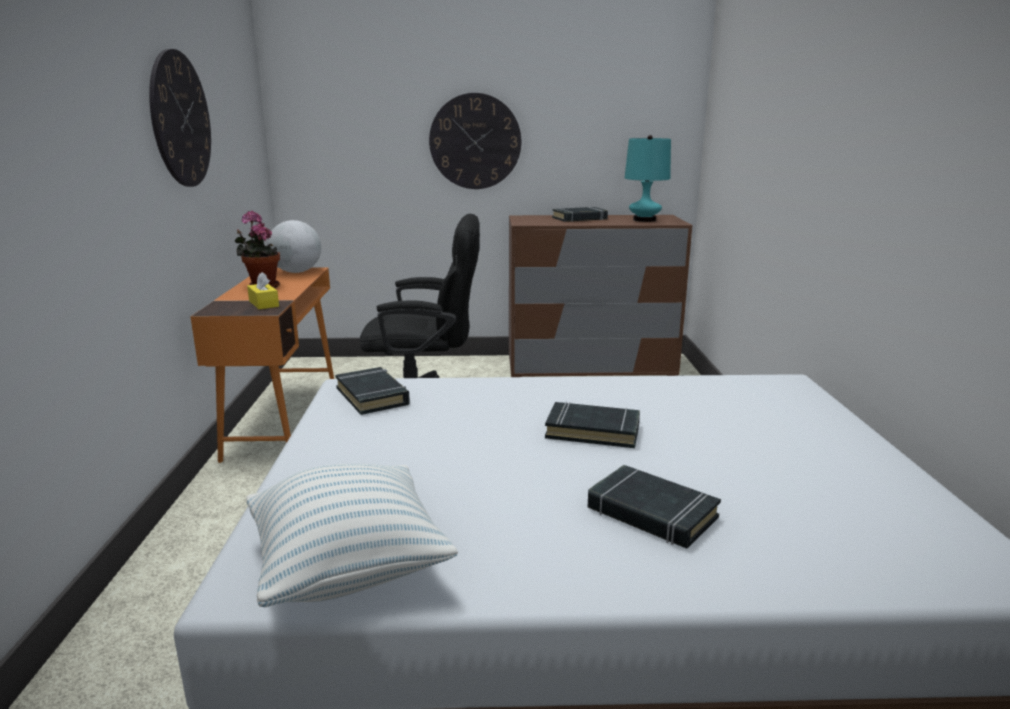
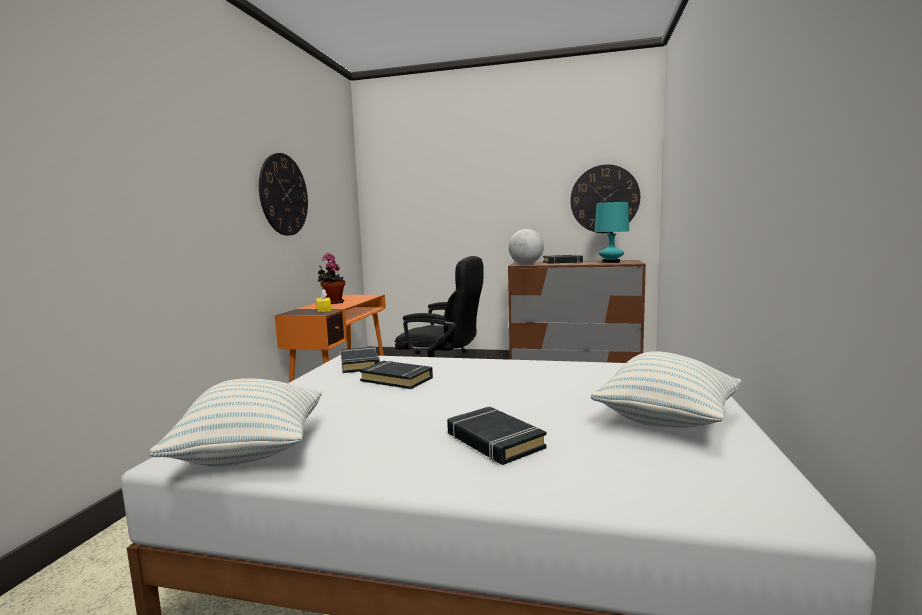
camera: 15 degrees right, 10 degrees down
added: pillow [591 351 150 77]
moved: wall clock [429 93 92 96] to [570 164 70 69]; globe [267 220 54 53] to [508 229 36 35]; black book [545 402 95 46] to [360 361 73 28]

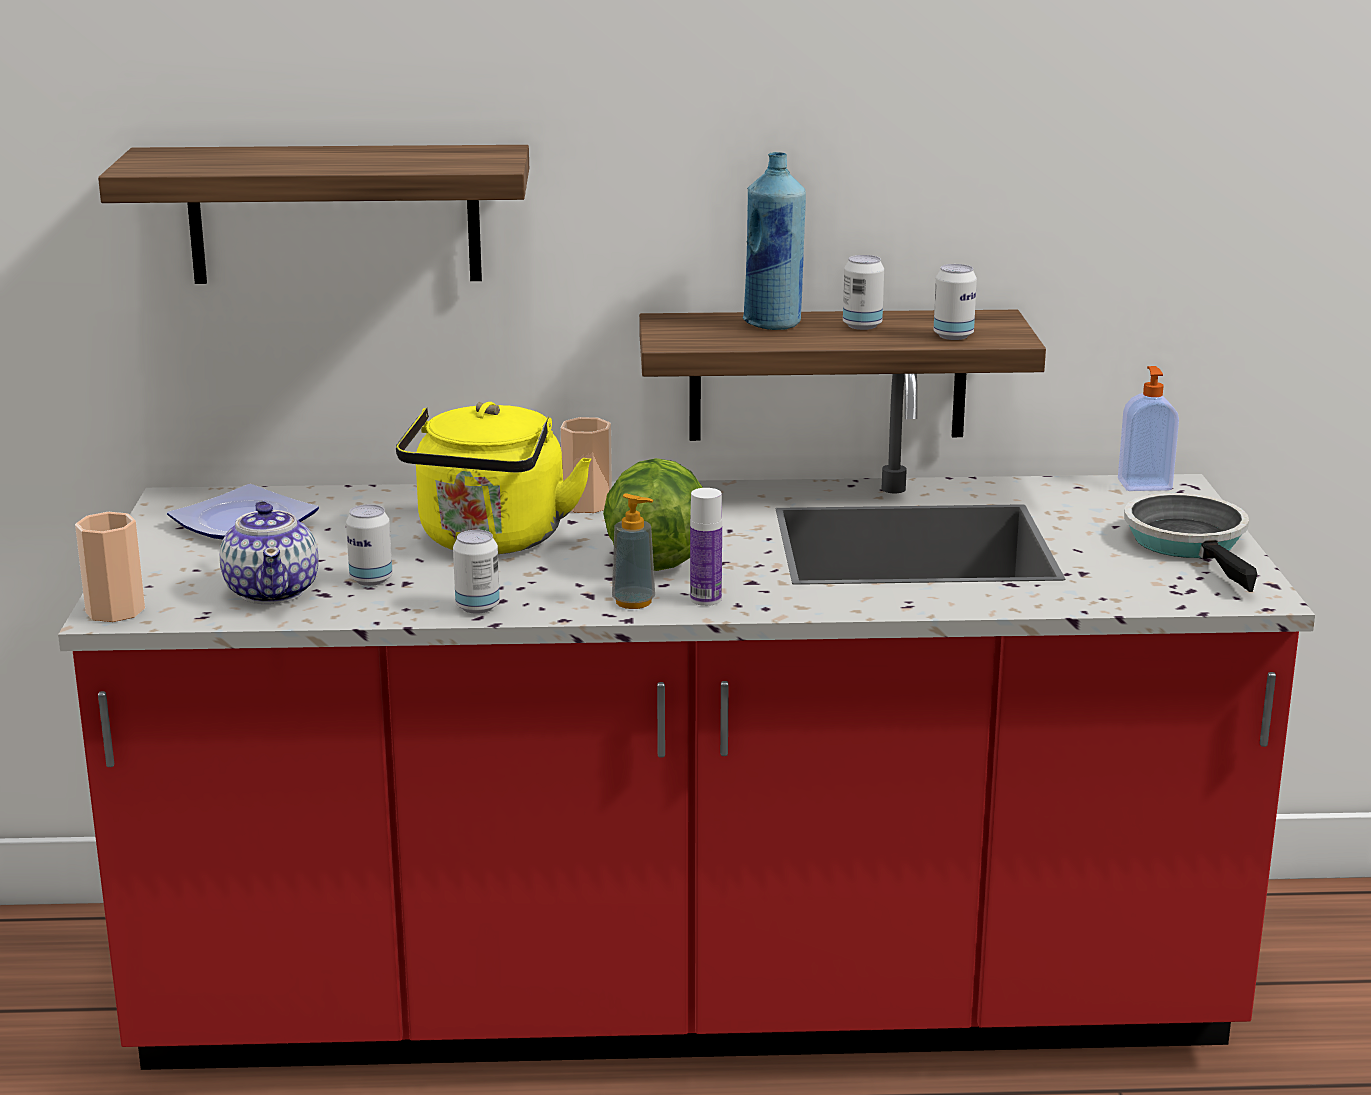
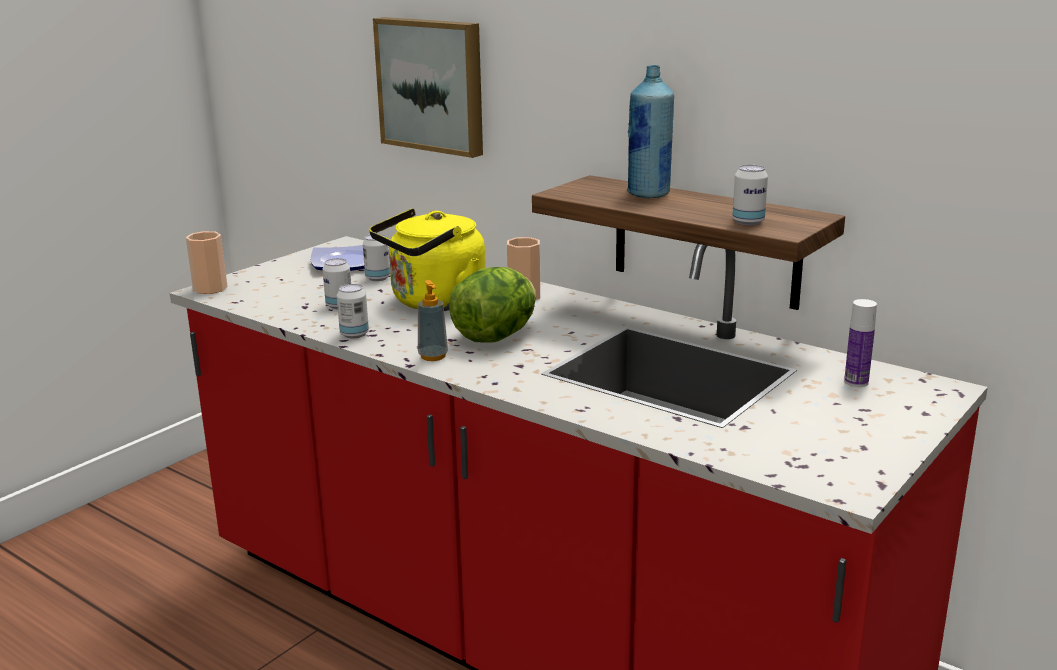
camera: 40 degrees right, 0 degrees up
removed: soap dispenser [1118 366 61 125]; frying pan [1124 493 133 99]; teapot [219 501 100 103]
moved: can [843 255 41 75] to [363 234 27 47]; bottle [690 488 32 118] to [844 299 33 88]
replaced: shelf [98 145 431 139] to picture [373 17 110 141]

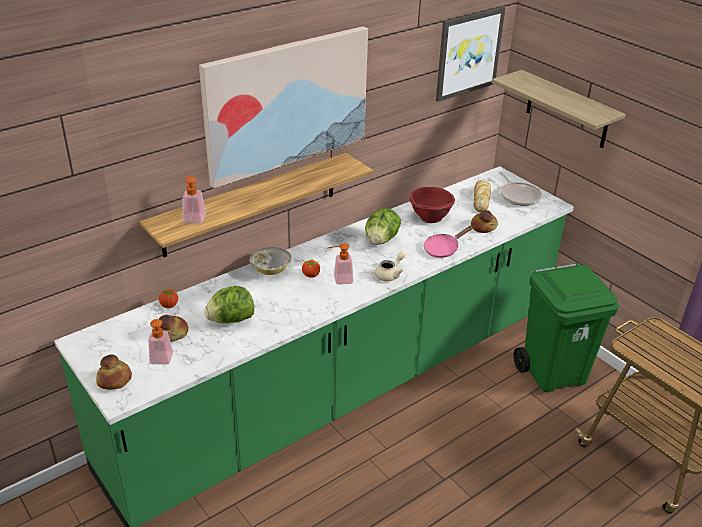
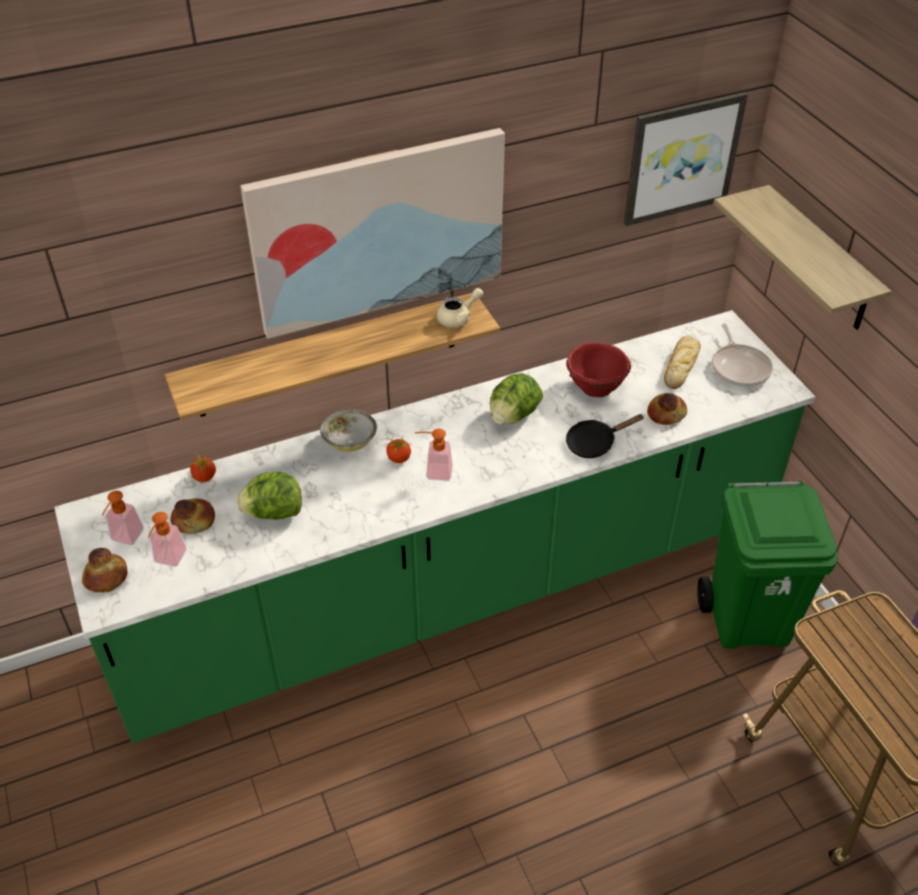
camera: 15 degrees right, 10 degrees up
moved: soap dispenser [182 177 24 46] to [102 491 42 54]; beige teapot [375 252 30 30] to [437 288 46 40]
recoloured: pink frying pan [424 226 49 32] to black frying pan [566 414 77 44]

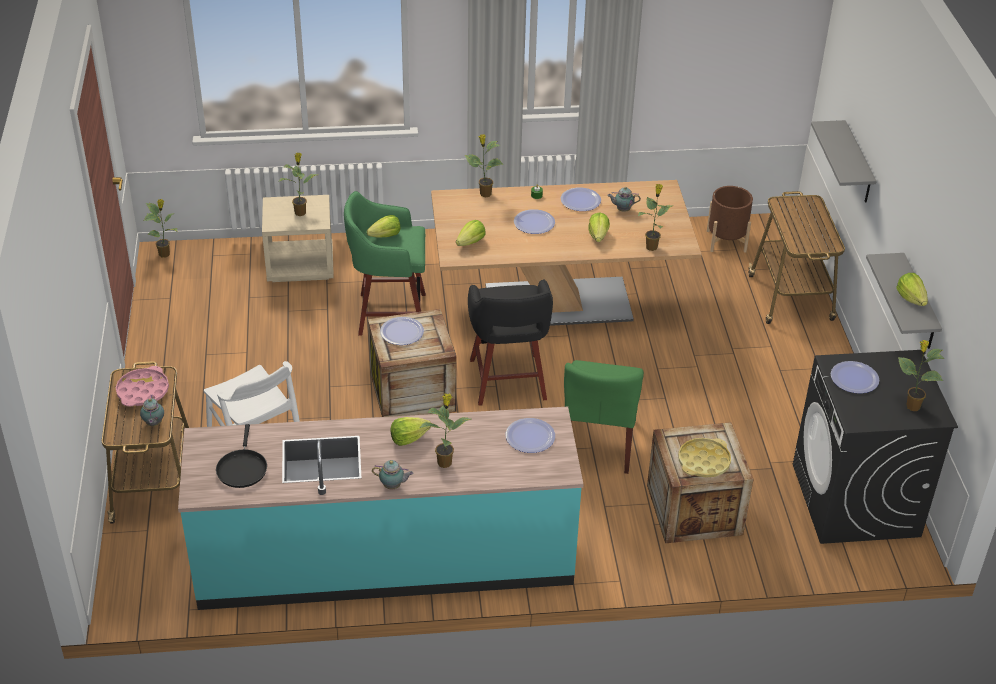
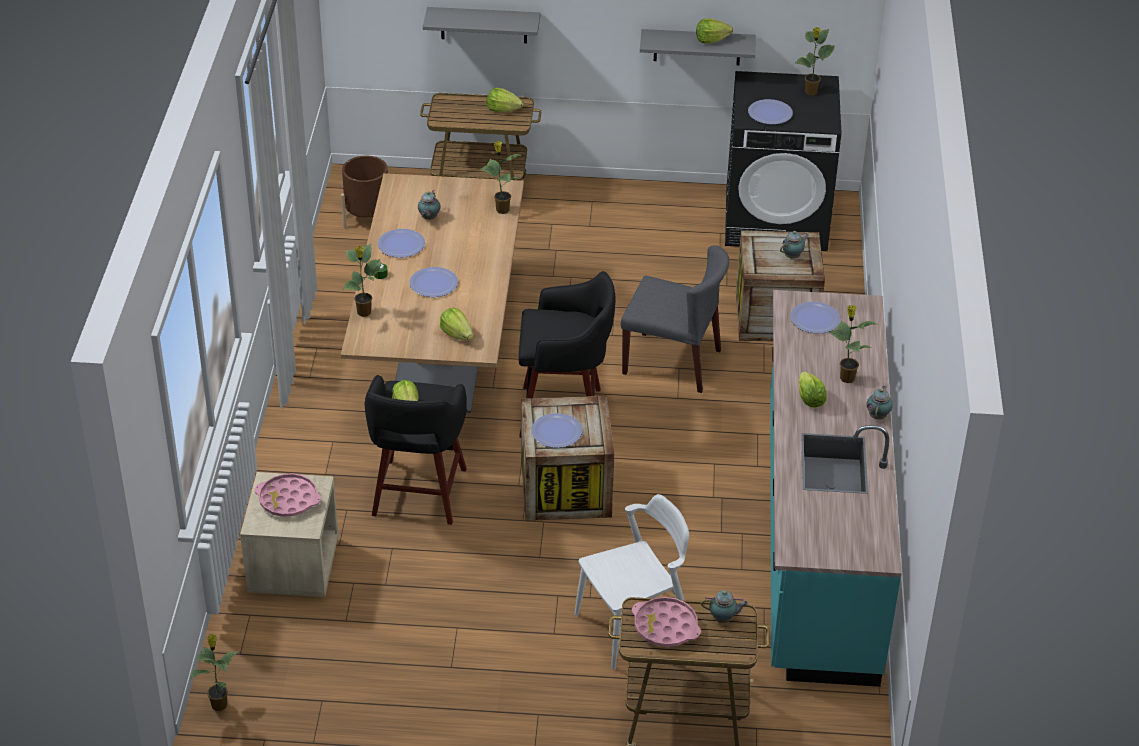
camera: 80 degrees left, 0 degrees up
removed: black frying pan [216 424 51 64]
moved: lettuce [588 212 22 30] to [487 88 37 24]
replaced: potted plant [279 153 40 63] to pink tray [255 473 66 44]; yellow tray [678 438 53 40] to teapot [780 231 28 27]
recoloured: green stool [344 191 82 145] to black stool [365 375 102 150]; green chair [564 360 80 114] to grey chair [621 245 108 148]

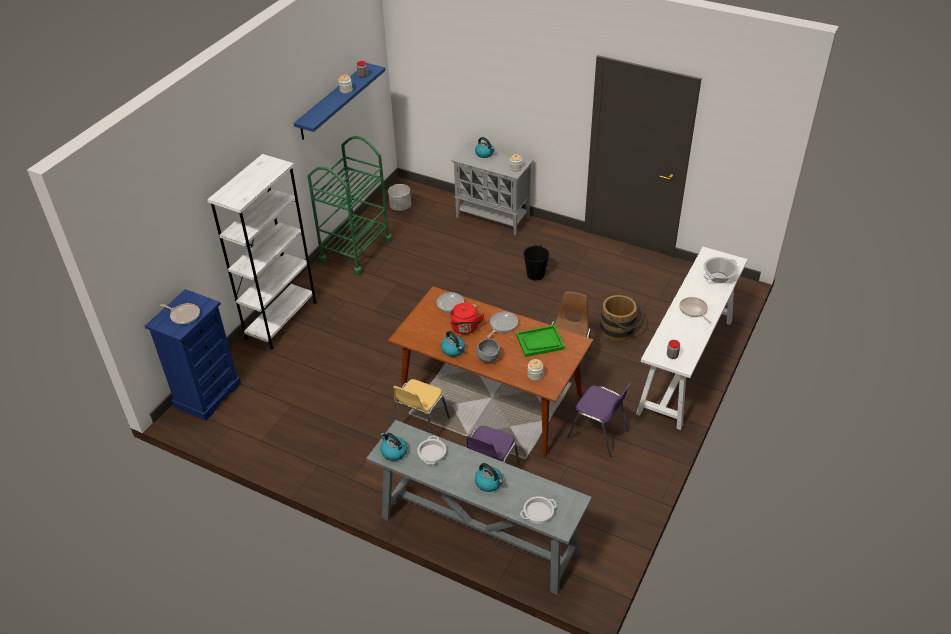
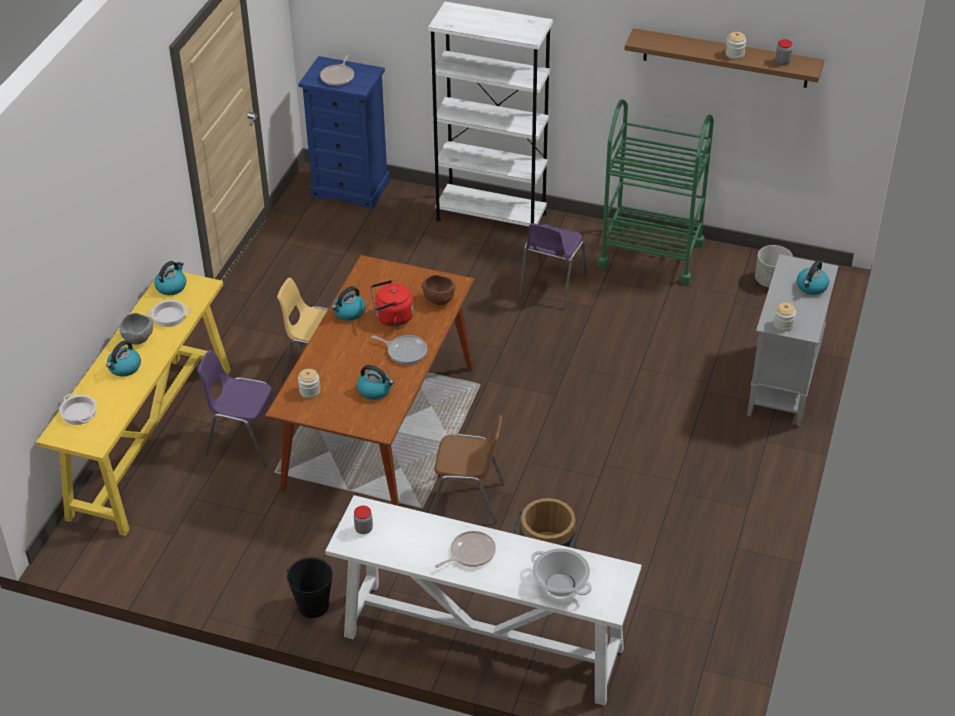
camera: 80 degrees right, 0 degrees up
moved: black bucket [523 245 26 35] to [287 557 46 61]; grey bowl [476 339 25 24] to [119 313 35 32]; purple chair [567 382 64 75] to [519 223 68 86]
replaced: frying pan [437 292 40 20] to brown bowl [421 275 34 30]; green tray [516 325 49 32] to kettle [357 365 37 35]
recoloured: blue shelf [294 63 91 77] to brown shelf [625 28 199 60]; grey console table [366 420 226 175] to yellow console table [36 272 195 264]

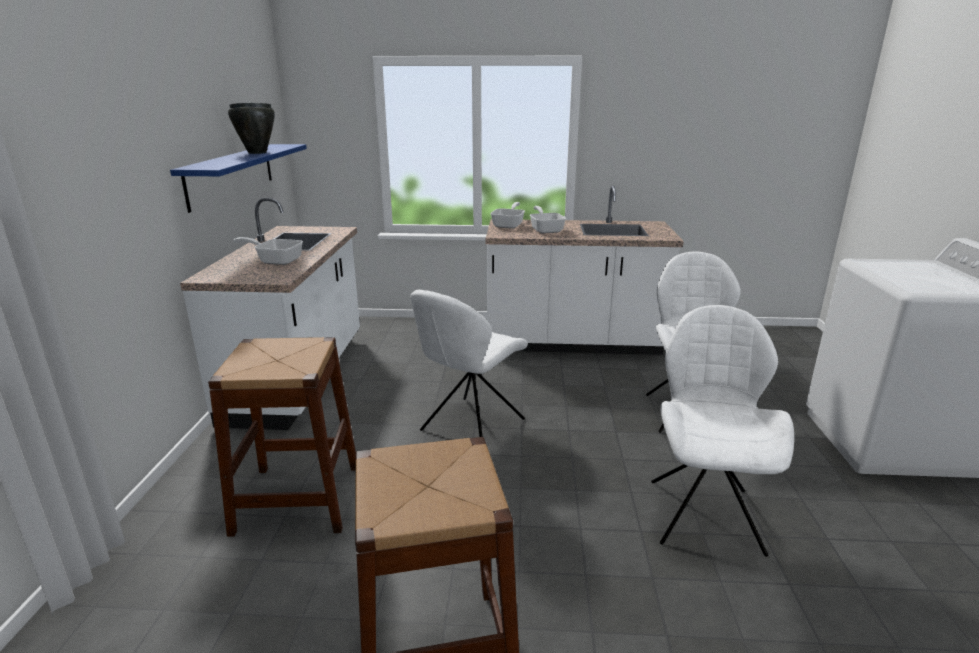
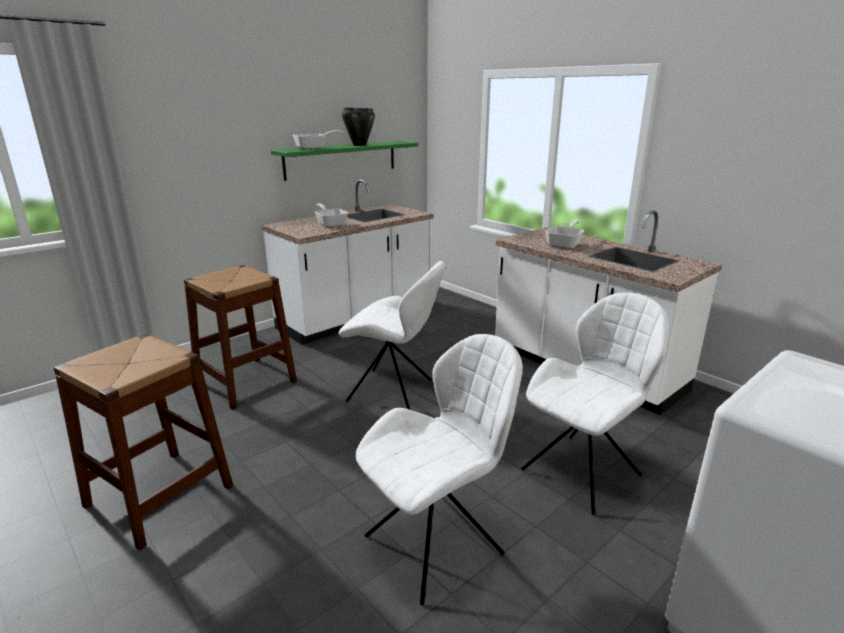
camera: 45 degrees right, 0 degrees up
moved: frying pan [490 202 35 27] to [293 130 51 20]
recoloured: blue shelf [170 144 137 69] to green shelf [271 141 148 40]
turned: white chair [410 290 118 147] = [338 261 108 149] 150 degrees counterclockwise

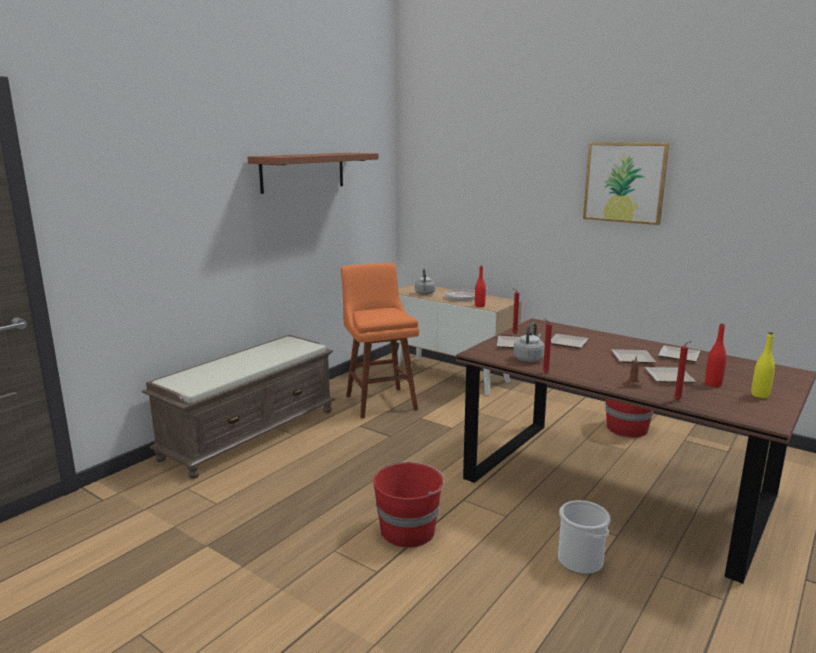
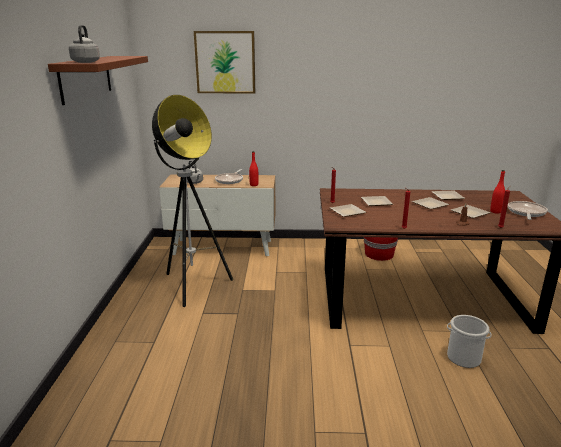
camera: 35 degrees left, 5 degrees up
removed: brown bench [142 335 193 144]; red bucket [373 461 74 87]
moved: picture [583 142 87 83] to [194 31 61 62]; grey kettle [513 322 32 40] to [69 25 31 38]
replaced: orange stool [341 263 78 156] to floor lamp [152 95 81 212]; yellow bottle [751 332 24 66] to frying pan [508 201 40 19]

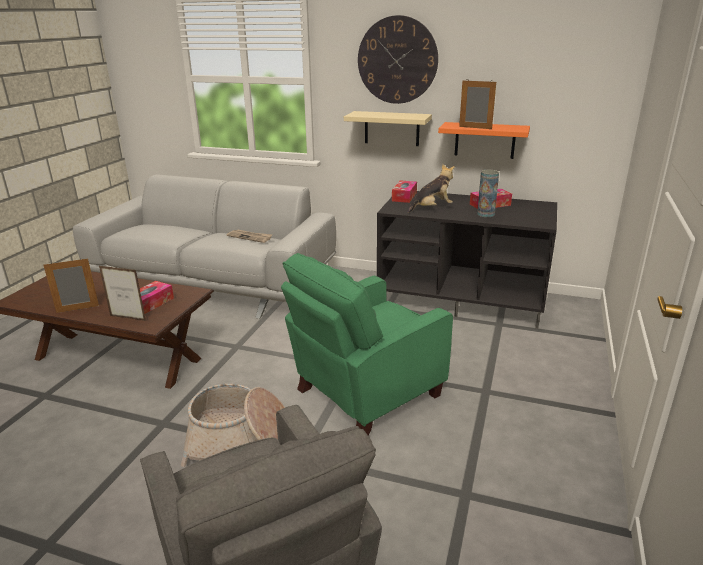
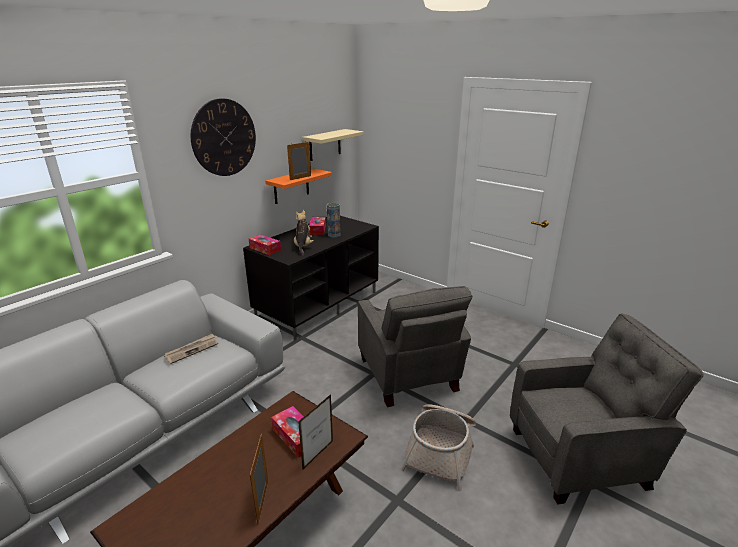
camera: 70 degrees left, 0 degrees up
moved: beige shelf [344 111 88 35] to [302 129 62 32]
recoloured: green armchair [281 253 172 183] to grey armchair [358 286 115 121]

